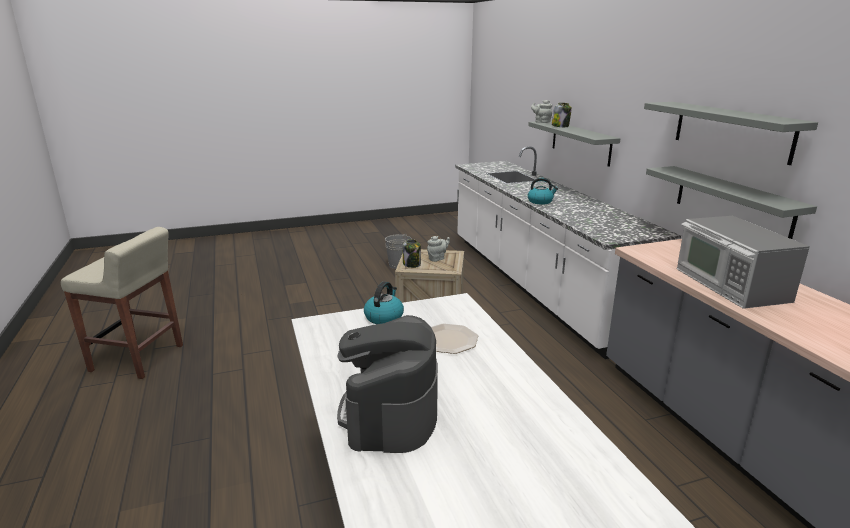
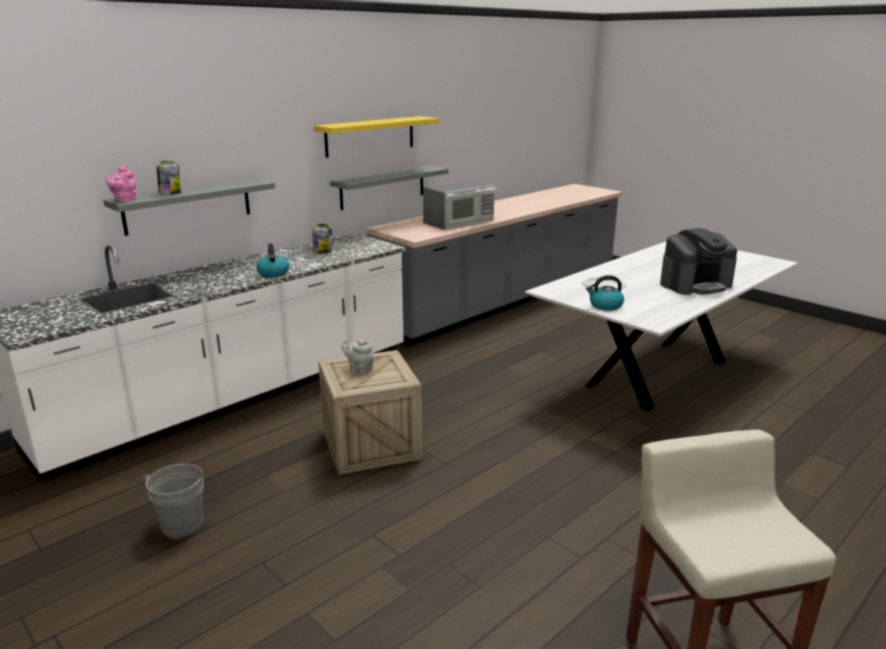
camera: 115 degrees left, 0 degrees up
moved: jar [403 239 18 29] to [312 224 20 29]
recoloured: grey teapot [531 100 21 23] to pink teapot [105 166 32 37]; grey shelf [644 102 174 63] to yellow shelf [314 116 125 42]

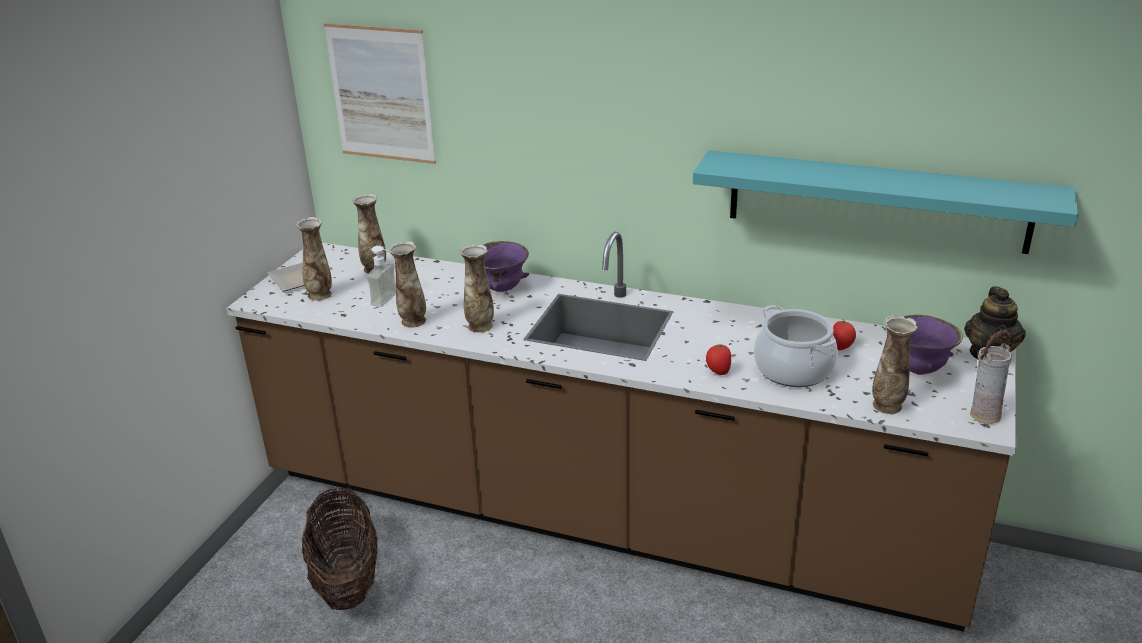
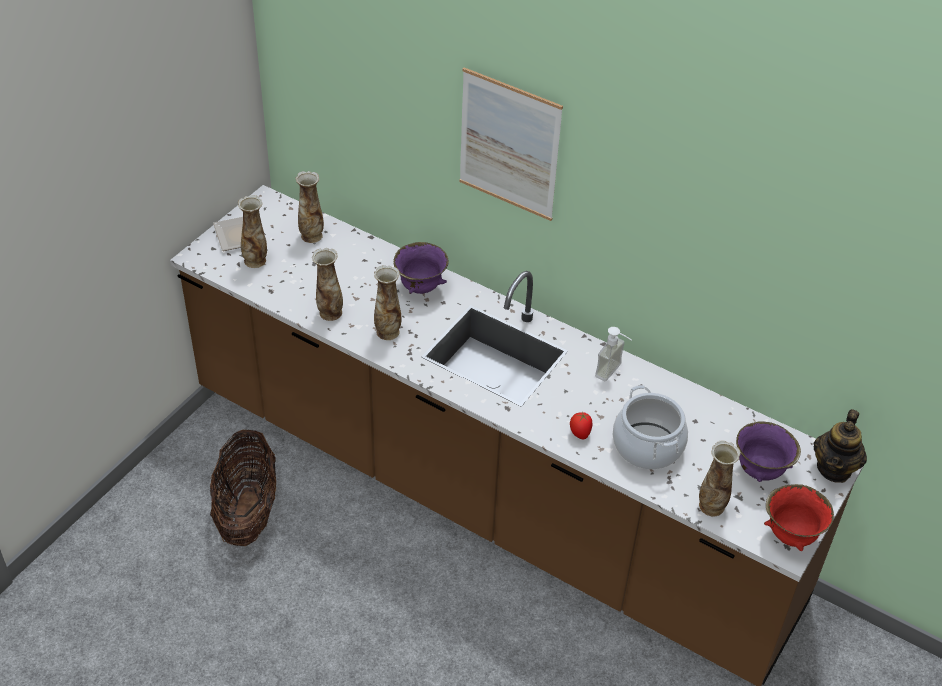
camera: 10 degrees right, 15 degrees up
removed: turquoise shelf [693 150 385 104]; tomato [833 320 23 30]
moved: picture [323 23 113 141] to [459 67 104 154]; soap dispenser [367 246 29 61] to [595 327 37 54]
replaced: vase [970 329 43 95] to red bowl [764 484 70 67]

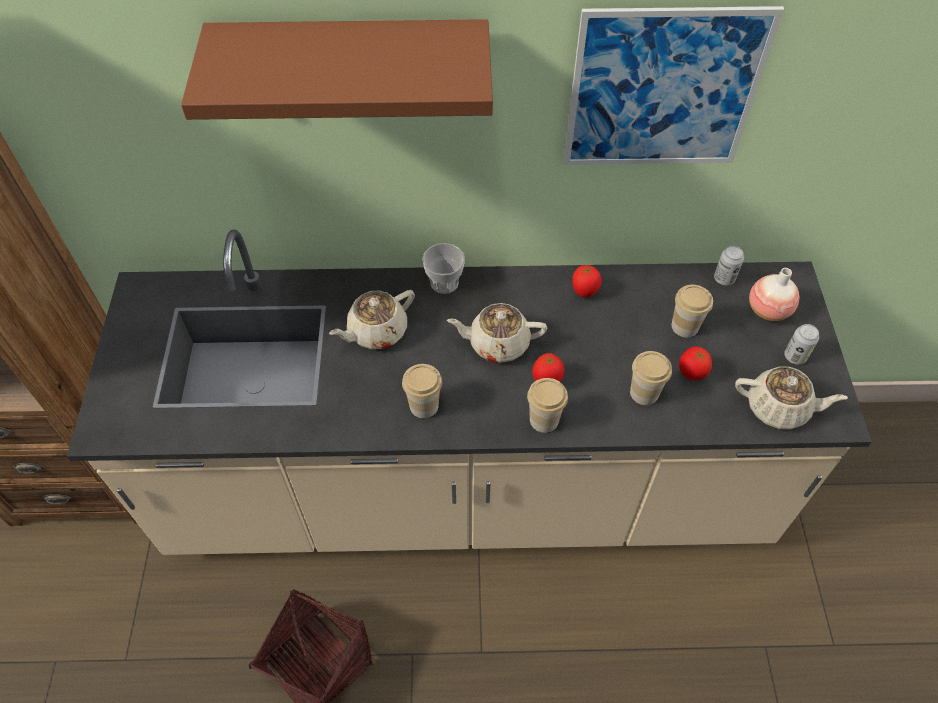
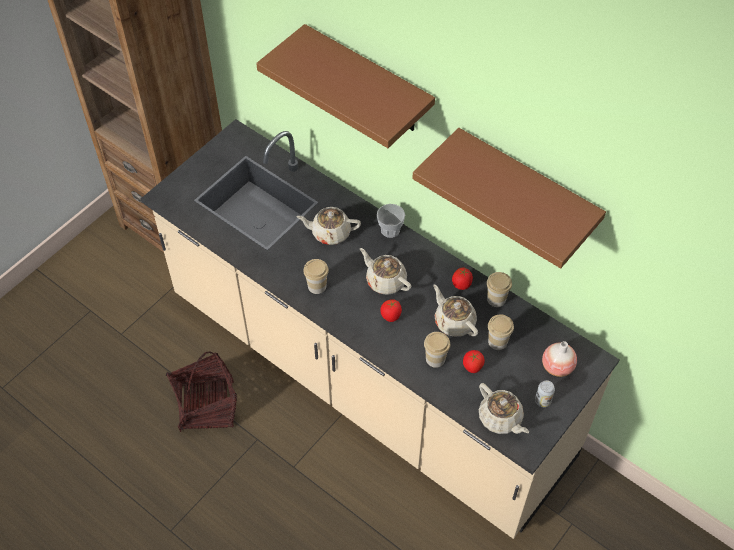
camera: 40 degrees right, 0 degrees up
removed: can [714 246 30 39]
added: beige teapot [433 285 45 52]
moved: cup [527 378 41 55] to [487 272 25 35]
replaced: picture [563 6 221 159] to brown shelf [412 128 194 141]

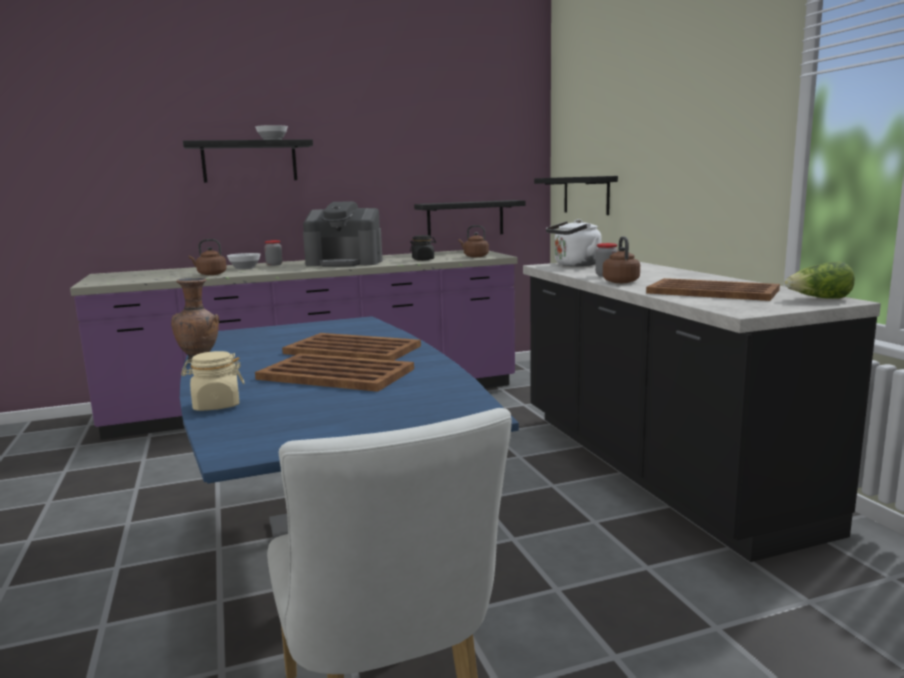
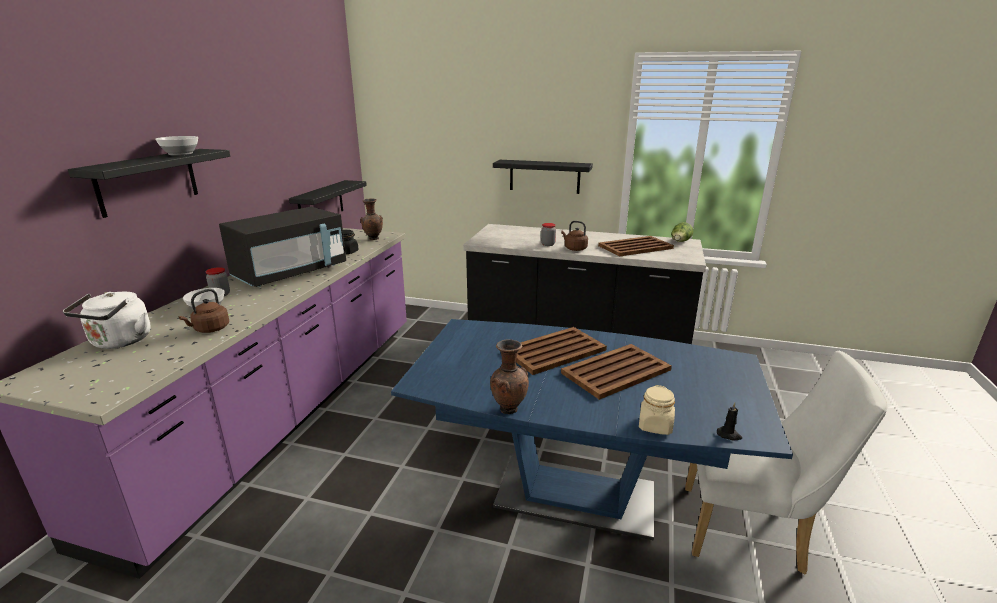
camera: 55 degrees left, 10 degrees up
added: black candle [717 403 25 38]
moved: black shelf [534 176 84 39] to [493 160 100 34]; white kettle [546 219 56 47] to [63 292 88 57]
replaced: coffee machine [303 201 80 66] to black microwave [219 207 127 80]; brown kettle [458 225 31 32] to brown vase [360 198 23 42]

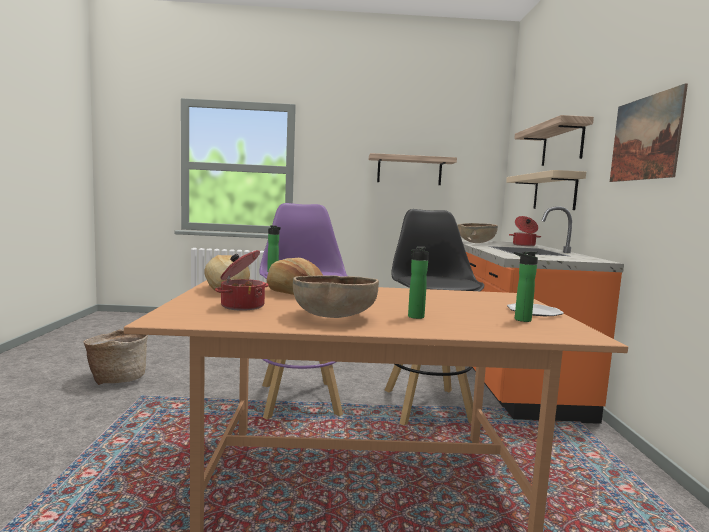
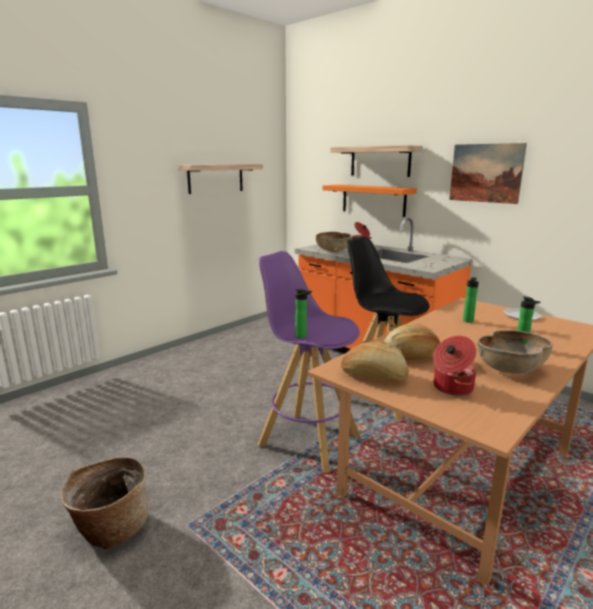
camera: 45 degrees left, 10 degrees up
moved: bottle [514 251 24 71] to [463 277 16 46]
recoloured: beige shelf [506 170 80 40] to orange shelf [322 185 95 32]

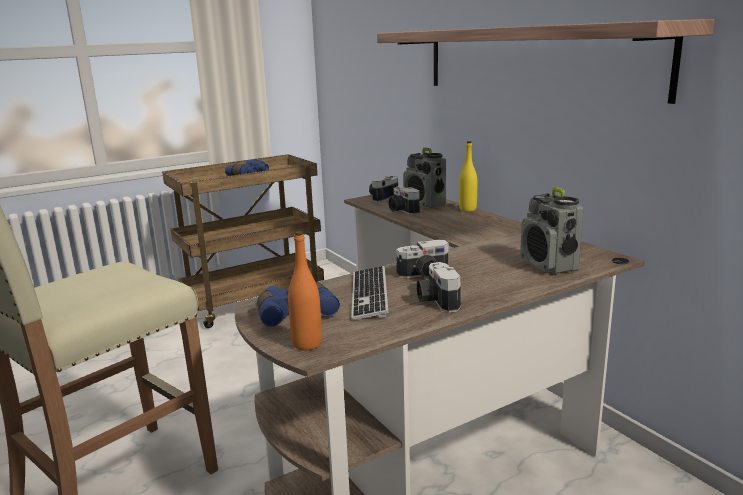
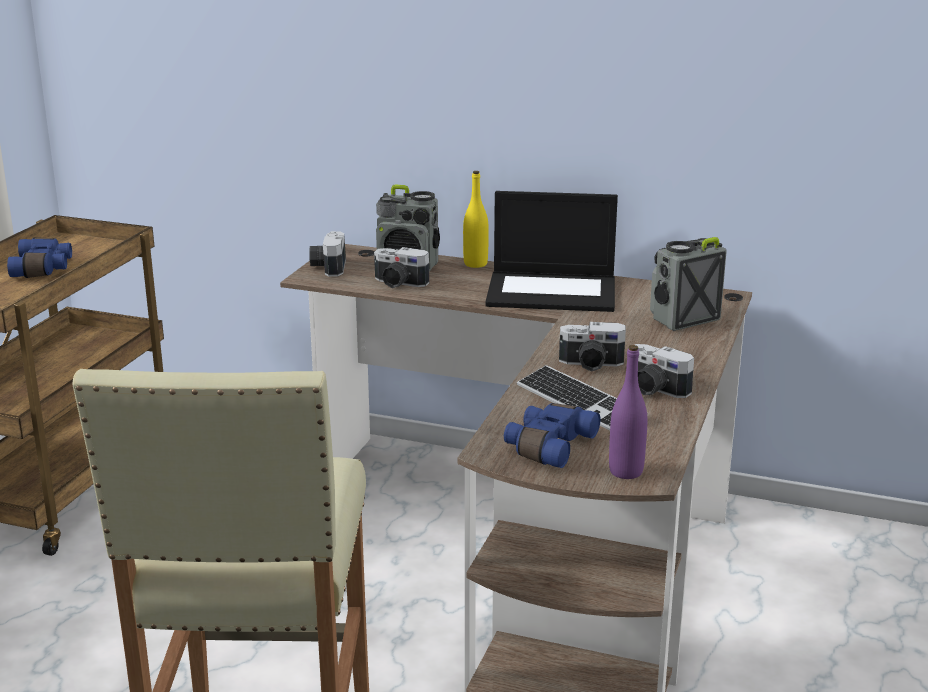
camera: 40 degrees left, 5 degrees up
removed: shelf [377 19 338 85]
added: laptop [485 191 133 121]
recoloured: orange bottle [288 231 34 120] to purple bottle [609 345 38 134]
turned: radio [520 187 64 87] = [650 237 77 94] 120 degrees clockwise; photo camera [396 239 53 40] = [559 322 67 50] 60 degrees clockwise

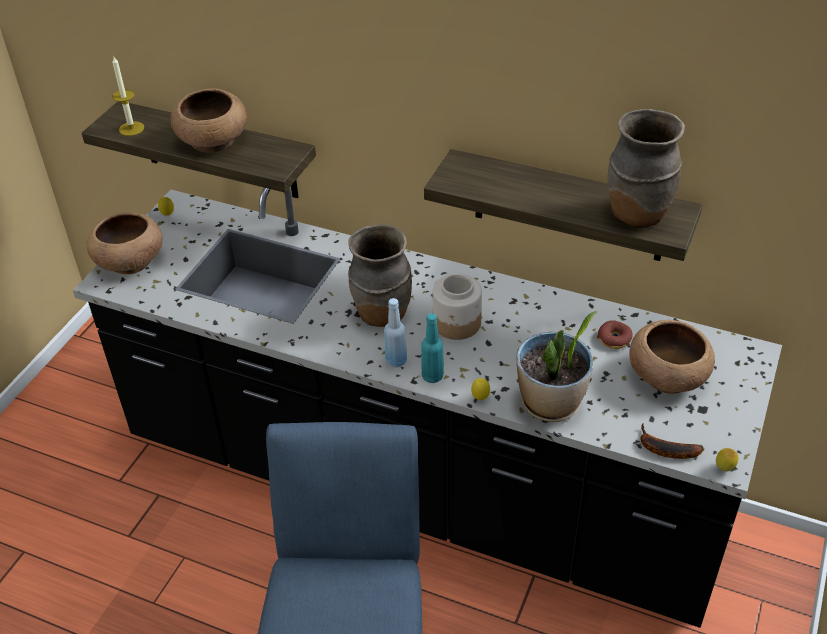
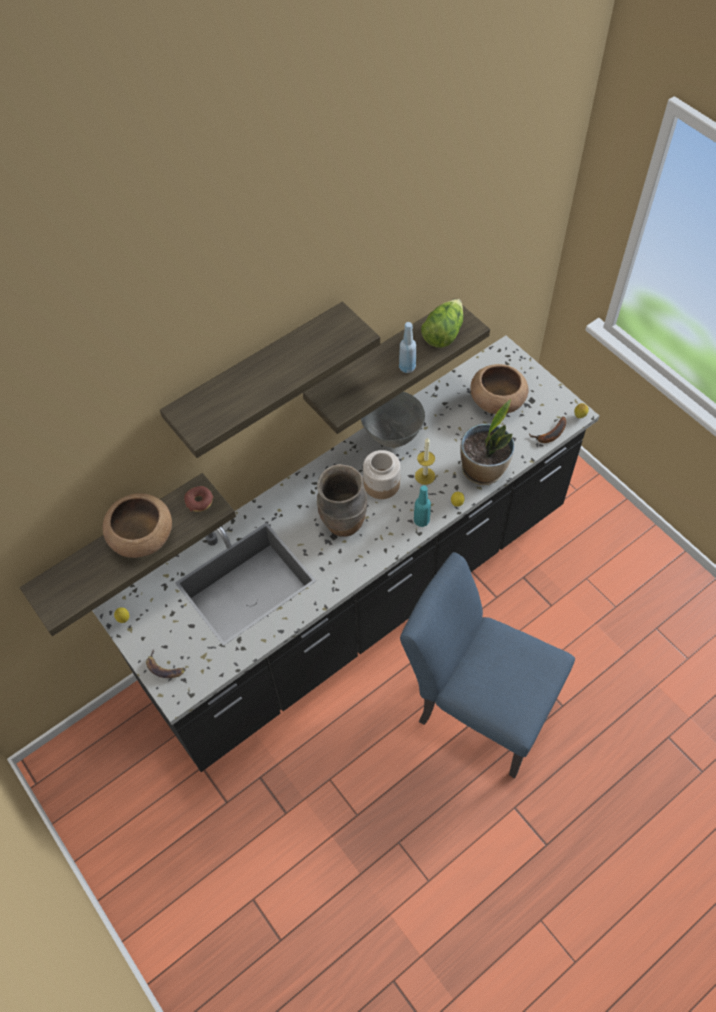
camera: 60 degrees left, 15 degrees up
added: shelf [160 301 220 157]; grey bowl [361 392 64 56]
moved: candle [112 57 32 79] to [415 437 20 48]; blue bottle [384 298 23 70] to [399 322 17 51]; donut [597 320 36 29] to [184 486 29 26]
replaced: brown vase [607 109 78 118] to lettuce [421 299 43 49]; brown bowl [87 212 76 62] to banana [146 649 39 29]

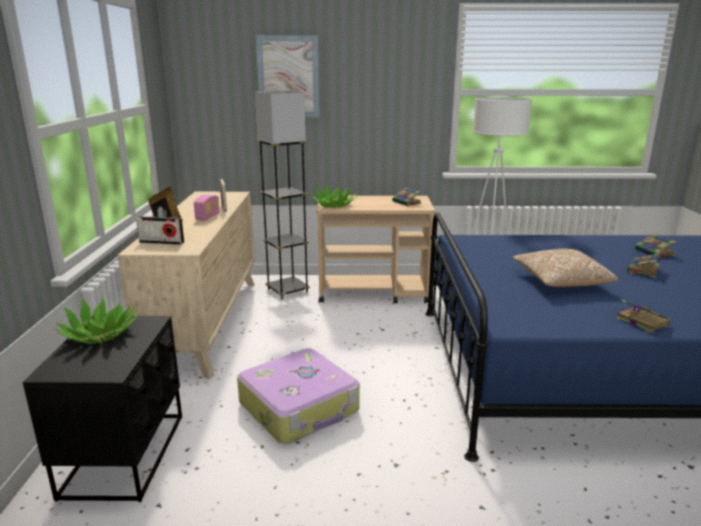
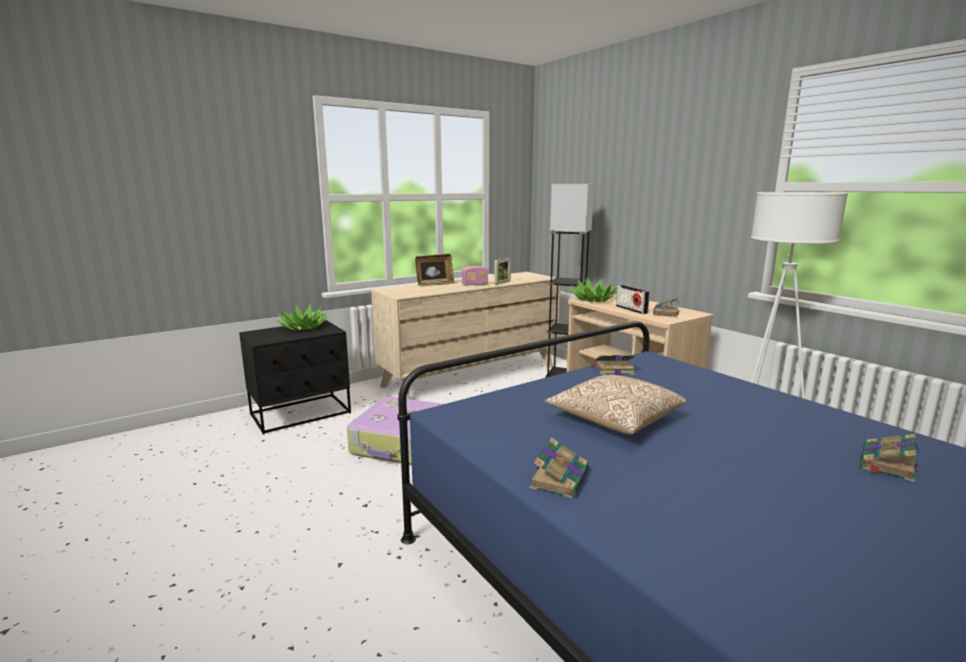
camera: 55 degrees right, 5 degrees down
removed: picture [256 35 64 82]
moved: radio [136 216 48 29] to [616 285 34 29]; book [627 253 33 25] to [590 355 46 20]

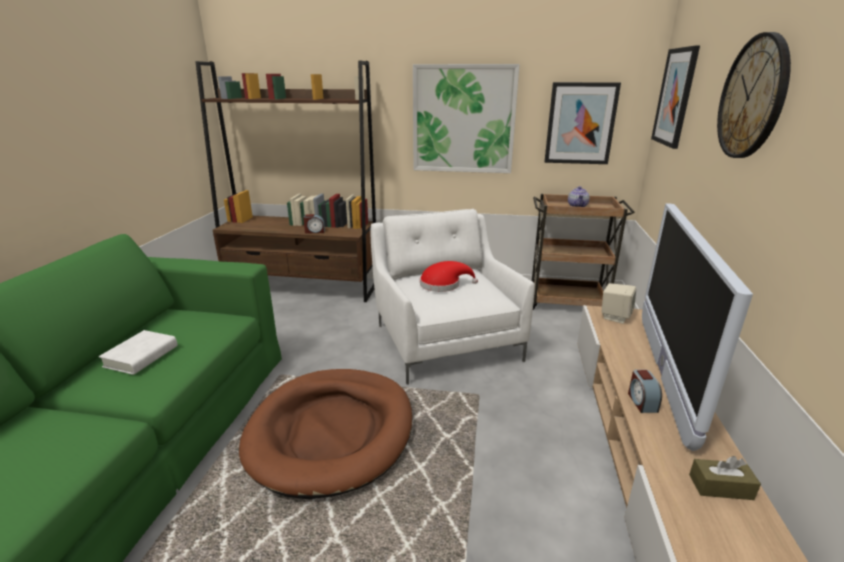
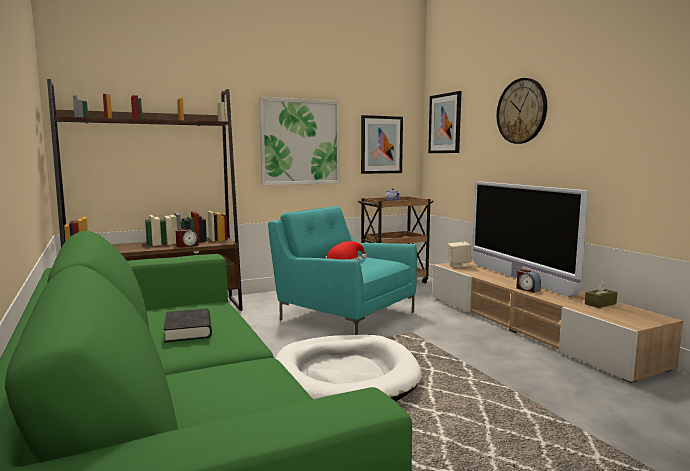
camera: 35 degrees left, 15 degrees down
recoloured: white armchair [370 209 165 176] to turquoise armchair [268 206 149 129]; white book [99 330 79 45] to black book [163 309 49 33]; brown dog bed [239 369 173 130] to white dog bed [275 335 147 67]

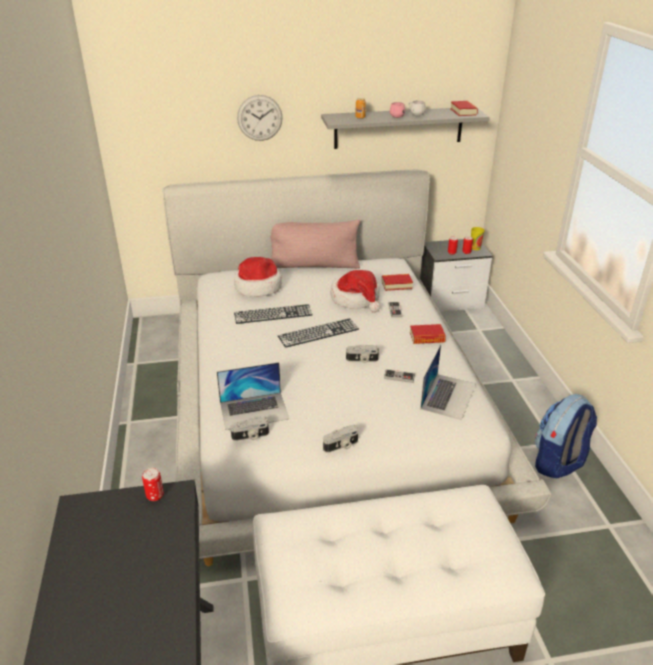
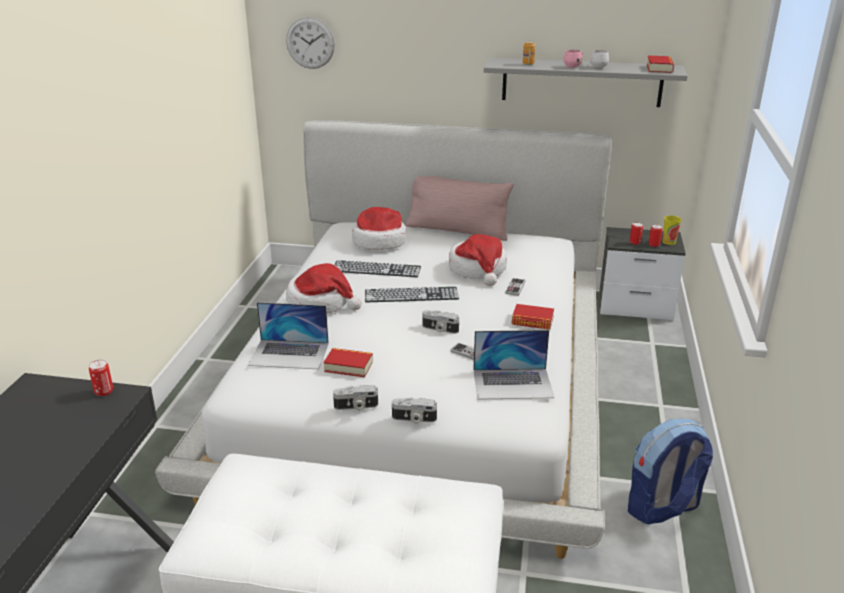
camera: 20 degrees right, 5 degrees down
added: hat [286 263 76 51]
moved: wall clock [237 95 46 46] to [286 17 49 52]; book [382 274 31 17] to [324 348 49 29]; photo camera [230 417 39 24] to [392 397 45 26]
turned: laptop [420 344 56 76] = [473 330 81 70] 45 degrees clockwise

